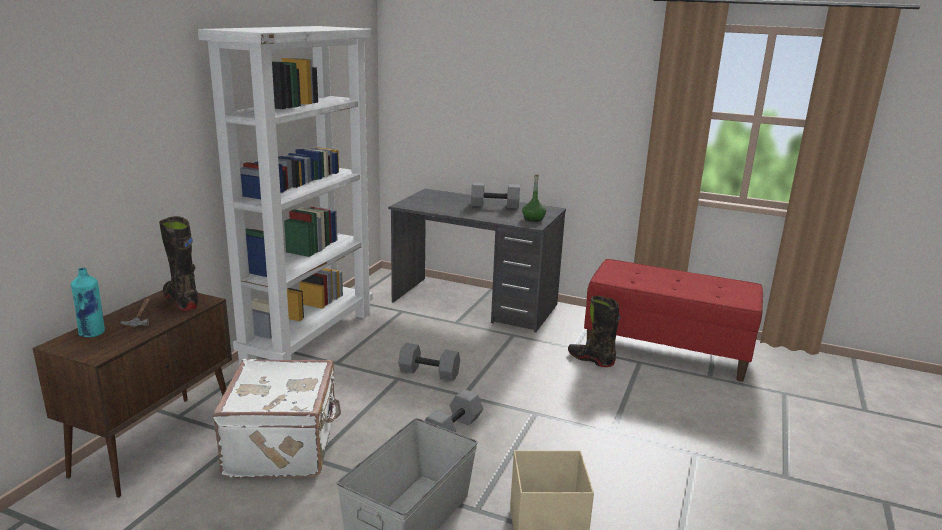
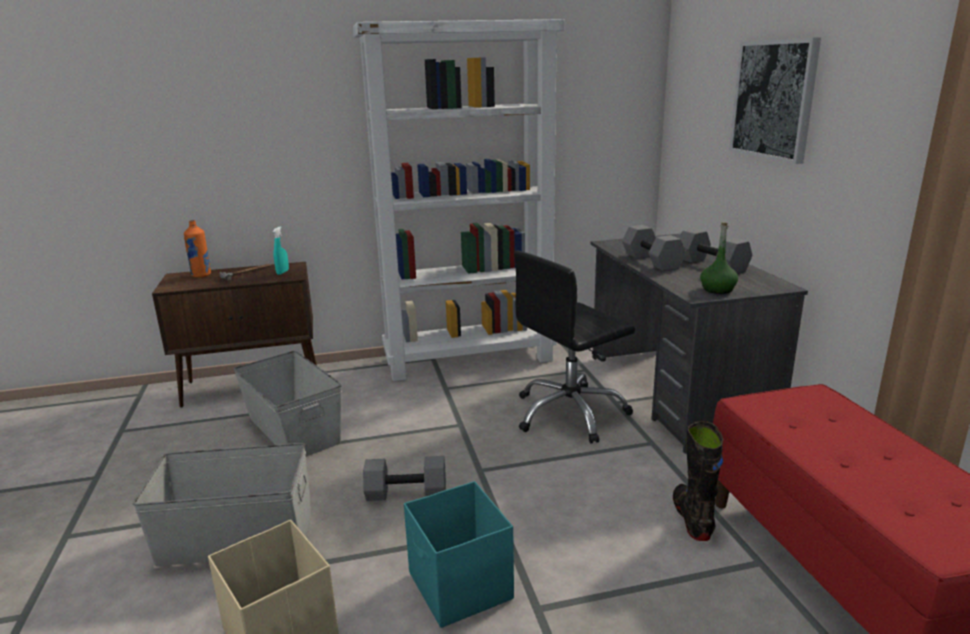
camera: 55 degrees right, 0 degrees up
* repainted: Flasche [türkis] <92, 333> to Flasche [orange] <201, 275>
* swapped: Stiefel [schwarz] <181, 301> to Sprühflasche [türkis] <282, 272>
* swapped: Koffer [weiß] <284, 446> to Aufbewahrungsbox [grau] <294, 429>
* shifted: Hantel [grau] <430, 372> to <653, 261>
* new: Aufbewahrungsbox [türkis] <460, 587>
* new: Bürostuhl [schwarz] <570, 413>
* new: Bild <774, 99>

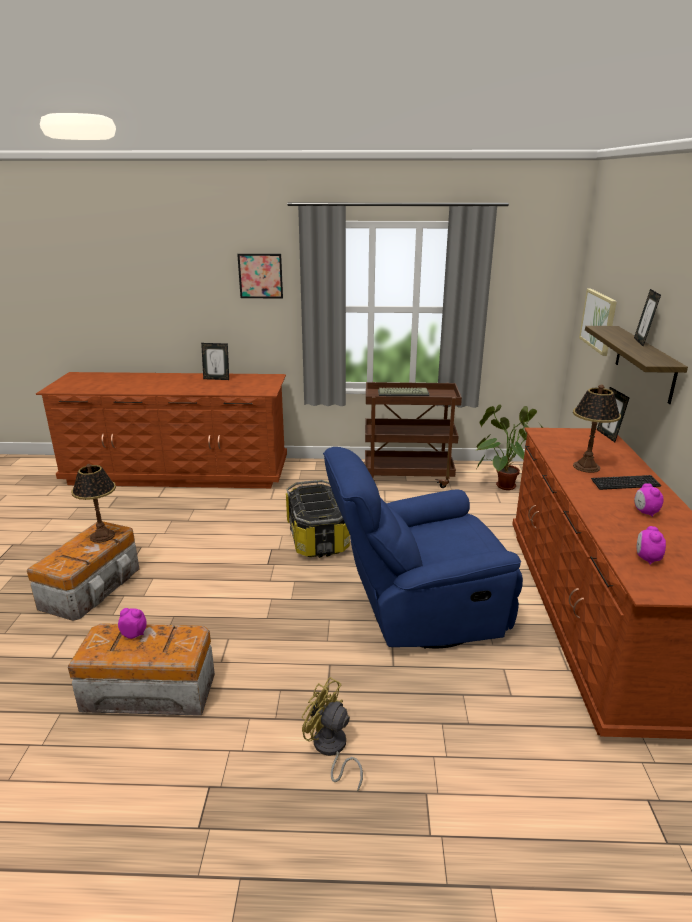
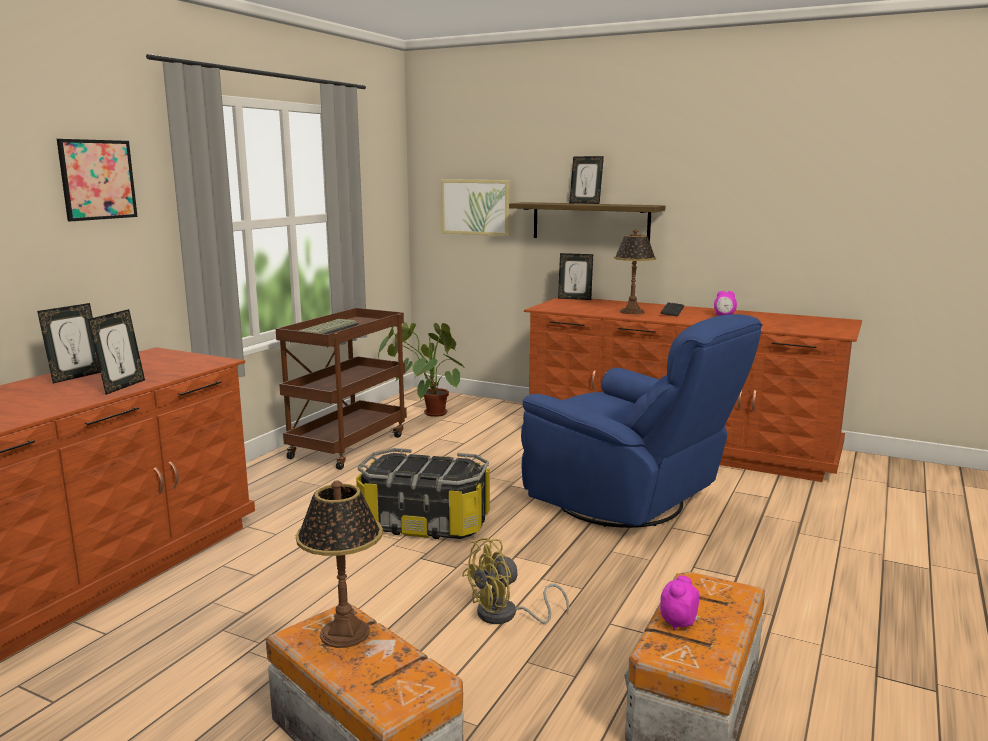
camera: 65 degrees left, 10 degrees down
* shifted: Ventilator [gelb] <330, 749> to <506, 615>
* rotated: Sessel [blau] <417, 612> = <628, 504> 60 degrees counterclockwise
* gone: Wecker <647, 558>
* new: Bilderrahmen <122, 387>

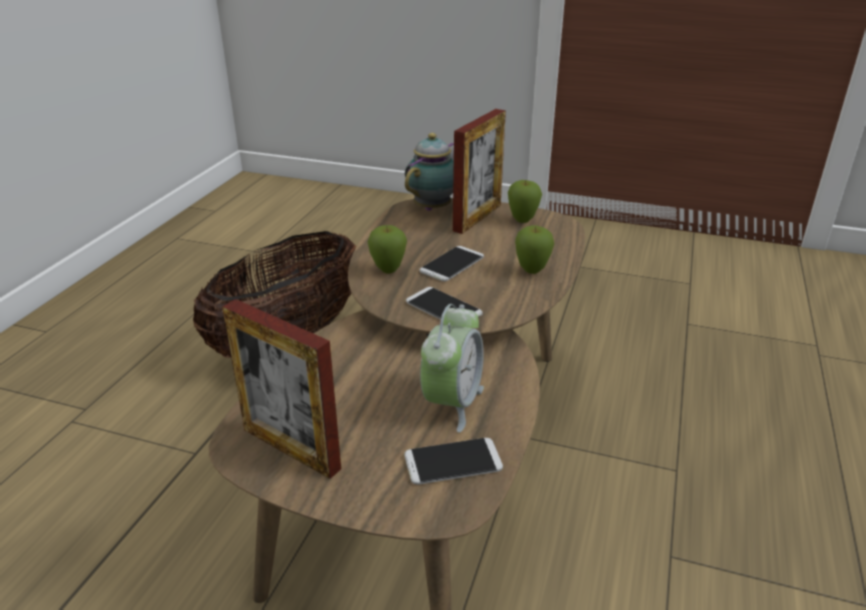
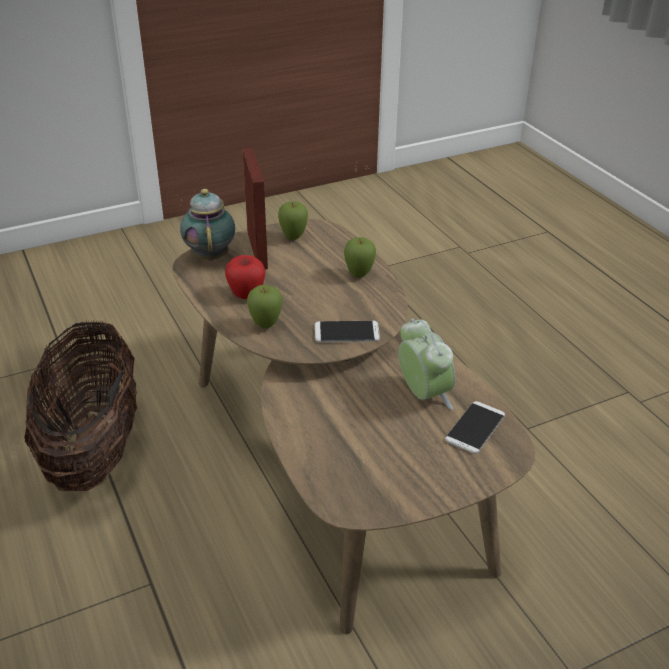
camera: 45 degrees left, 5 degrees up
* gone: Bilderrahmen <291, 449>
* gone: Handy <452, 264>
* new: Apfel <246, 295>

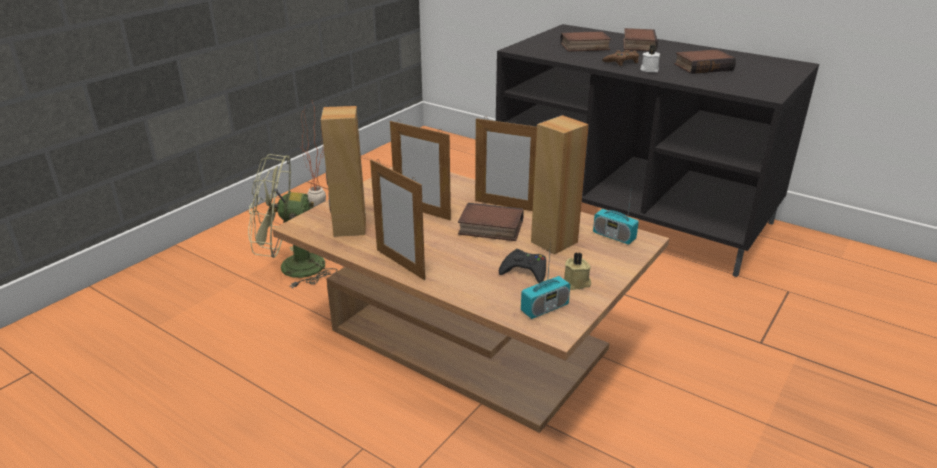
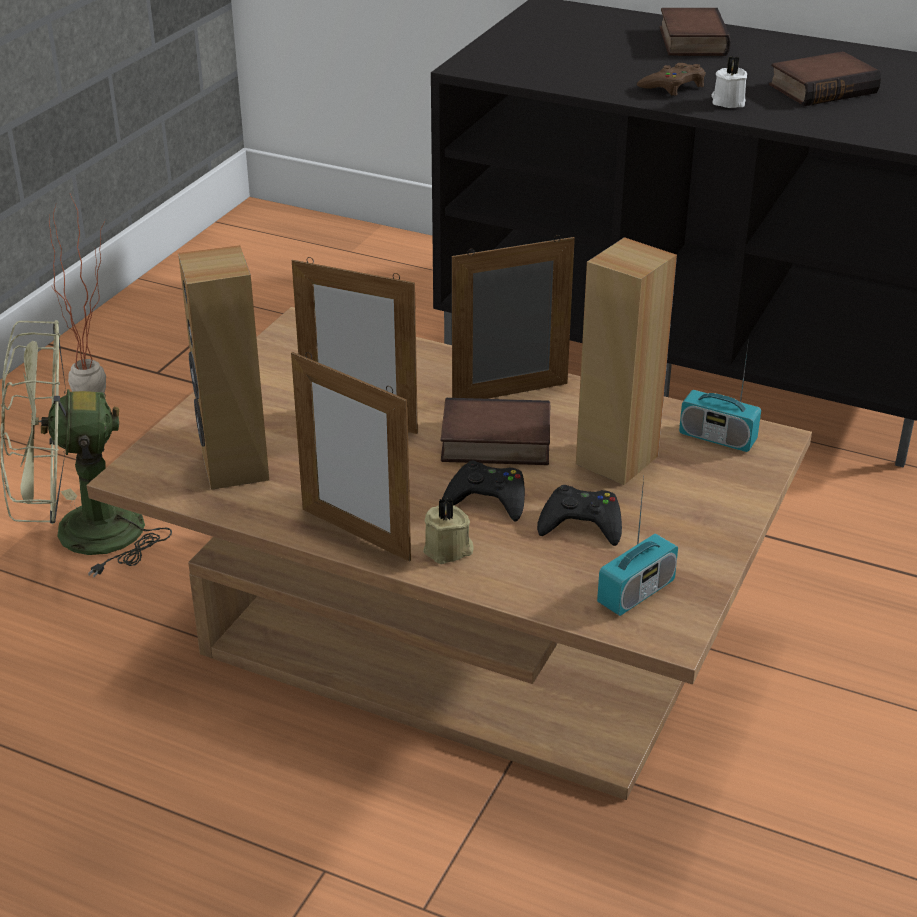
camera: 10 degrees left, 5 degrees up
* rotated: Bilderrahmen <506, 206> = <510, 393> 150 degrees clockwise
* gone: Buch <584, 47>
* shifted: Kerze [beige] <577, 283> to <449, 550>
* new: Gamepad [schwarz] <487, 499>

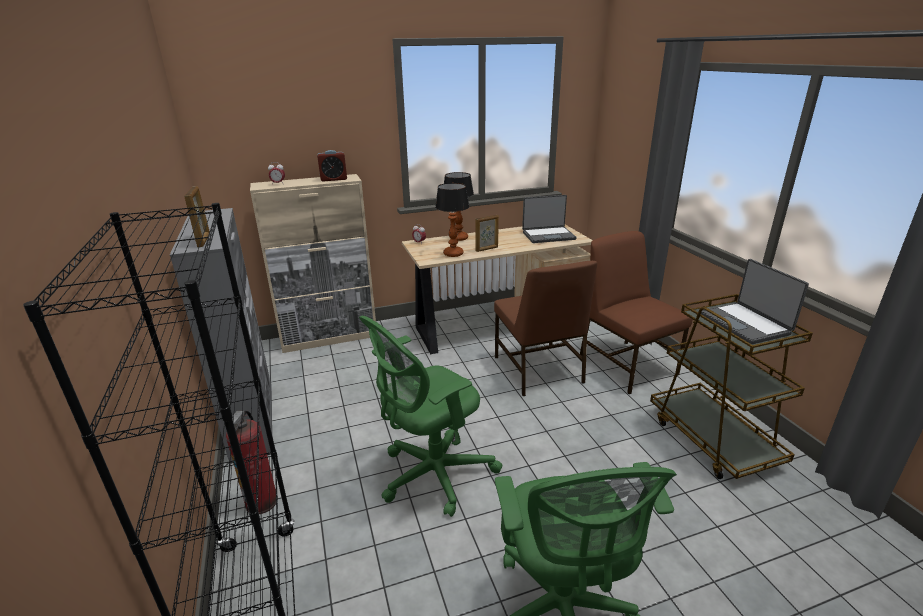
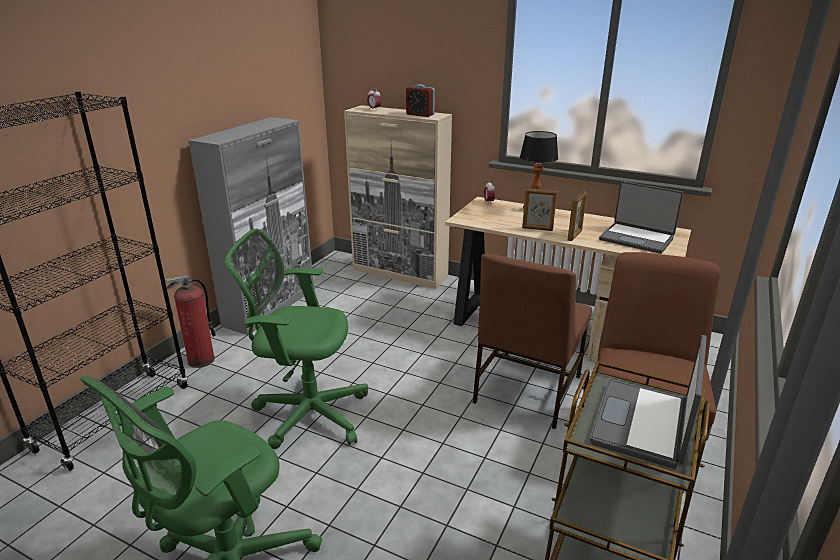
camera: 45 degrees right, 0 degrees up
* shifted: Bilderrahmen <204, 241> to <575, 235>
* gone: Tischlampe <453, 253>

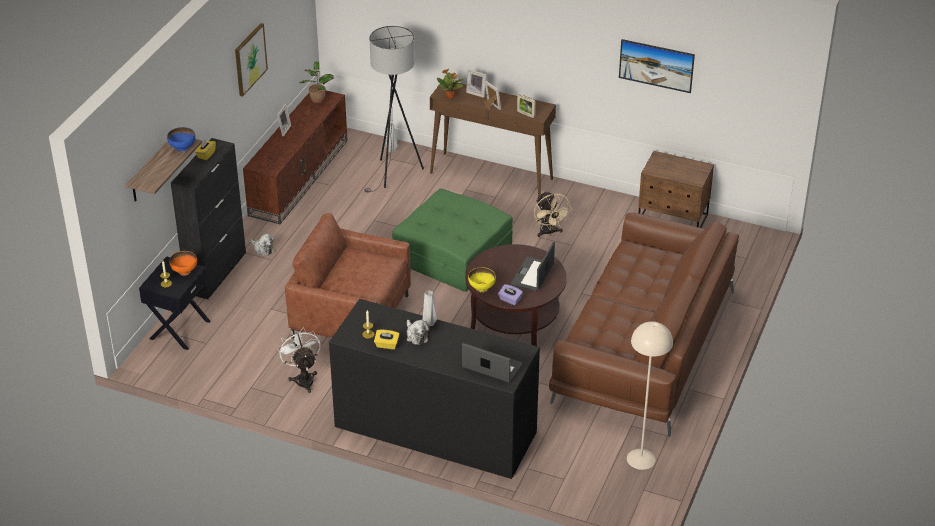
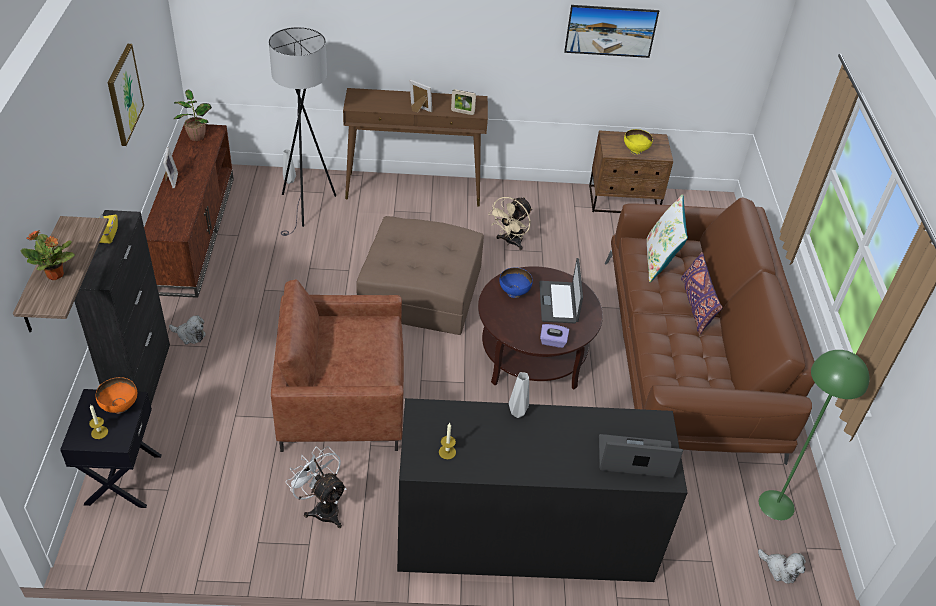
camera: 25 degrees left, 5 degrees up
* shifted: Schüssel [blau] <182, 148> to <514, 293>
* gone: Taschentuchbox [gelb] <386, 345>
* repainted: Polsterhocker [grün] <453, 253> to Polsterhocker [braun] <421, 290>
* shifted: Plüschtier <416, 336> to <780, 569>
* shifted: Topfpflanze <450, 96> to <55, 275>
* gone: Bilderrahmen <477, 93>
* shifted: Schüssel [gelb] <481, 288> to <635, 151>
* rotated: Ventilator [beige] <549, 232> = <510, 242> 75 degrees clockwise
* repainted: Stehlampe [beige] <641, 459> to Stehlampe [grün] <776, 505>
* new: Kissen [weiß] <660, 261>
* new: Kissen [lila] <696, 305>

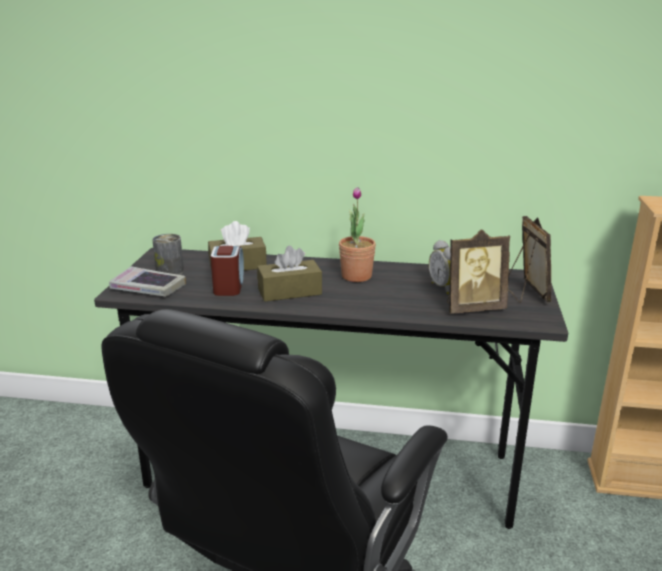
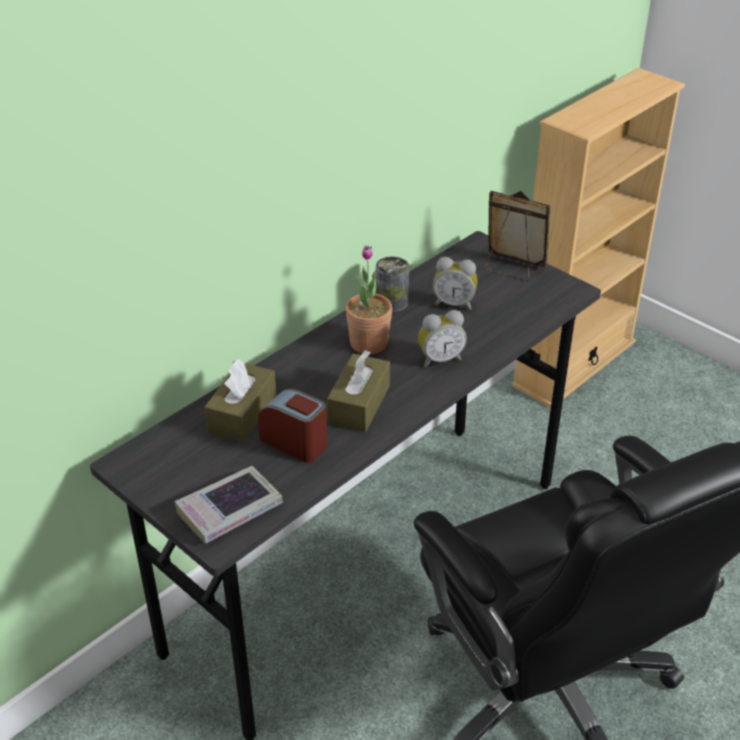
camera: 55 degrees left, 15 degrees up
* shifted: Dose <170, 272> to <392, 302>
* gone: Bilderrahmen <473, 308>
* new: Wecker <440, 359>

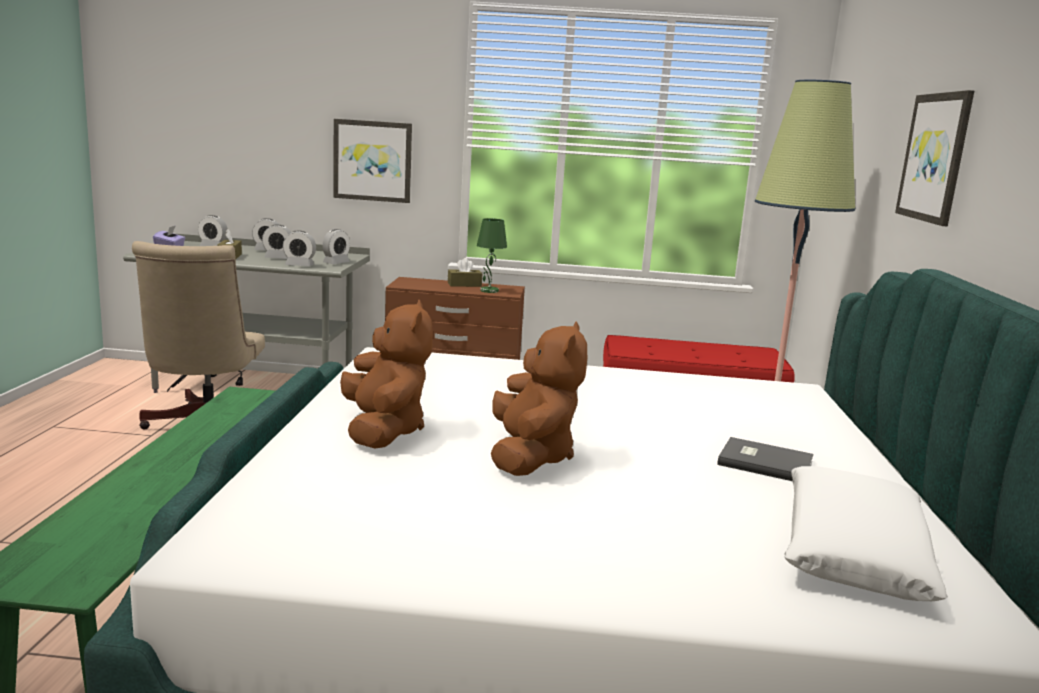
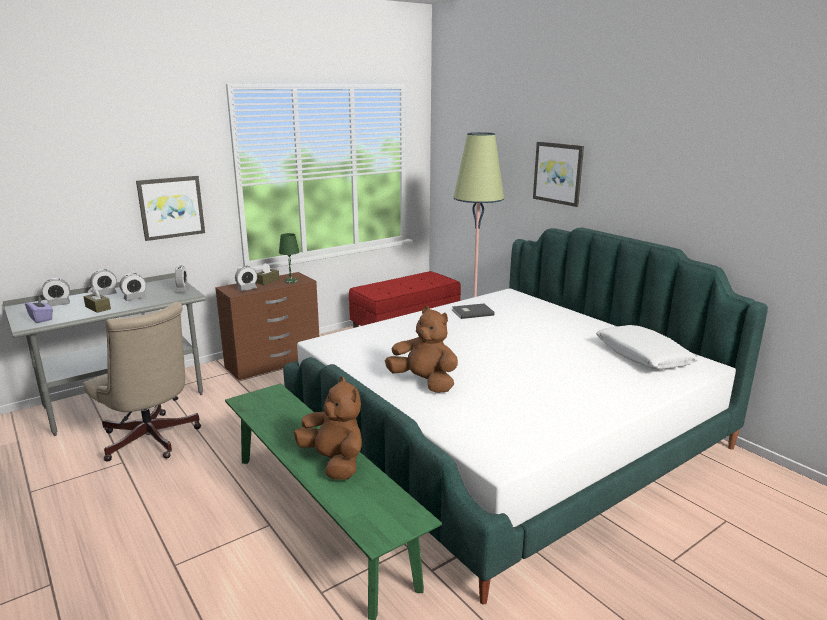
camera: 40 degrees left, 5 degrees up
* shifted: Wecker <299, 265> to <247, 289>
* shifted: Plüschtier [braun] <530, 457> to <334, 462>
* shifted: Buch [grau] <764, 462> to <471, 312>

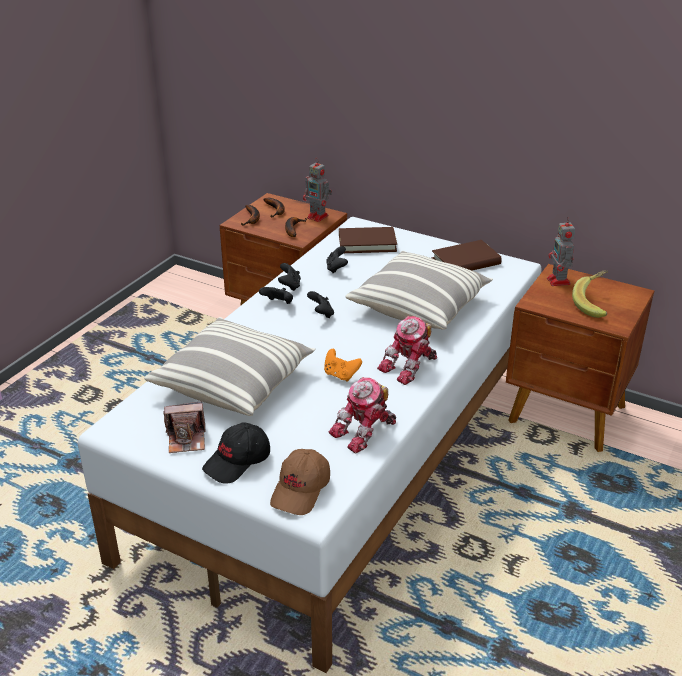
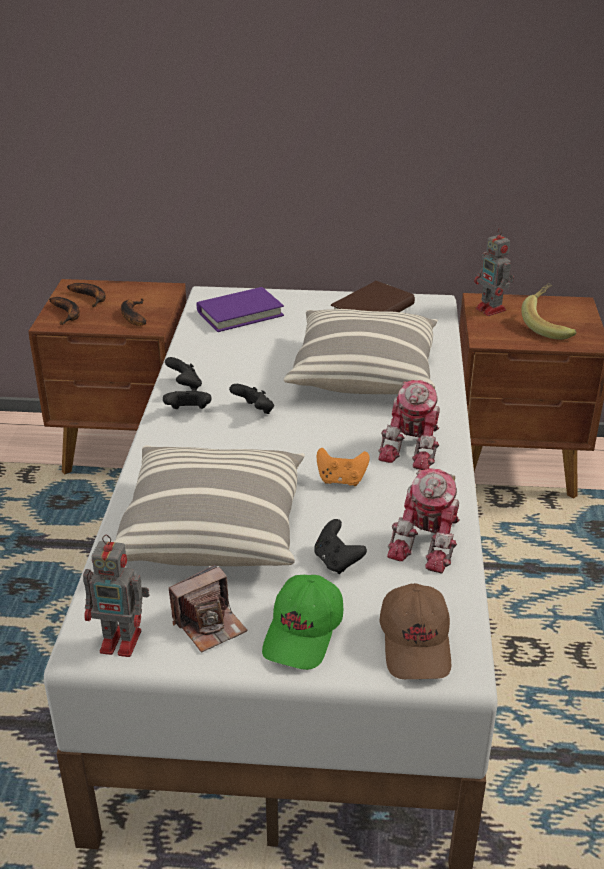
camera: 25 degrees left, 0 degrees up
* repainted: Kappe [schwarz] <238, 462> to Kappe [grün] <304, 633>
* shifted: Spielzeugroboter <318, 217> to <123, 641>
* shifted: Gamepad [schwarz] <336, 268> to <337, 561>
* repainted: Buch [braun] <367, 243> to Buch [lila] <240, 313>

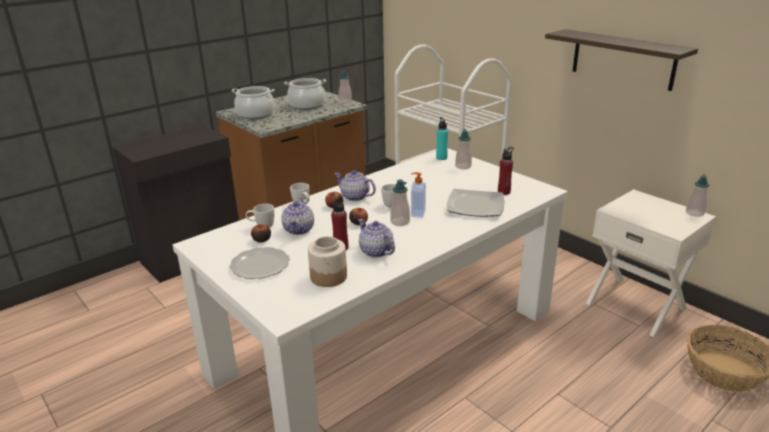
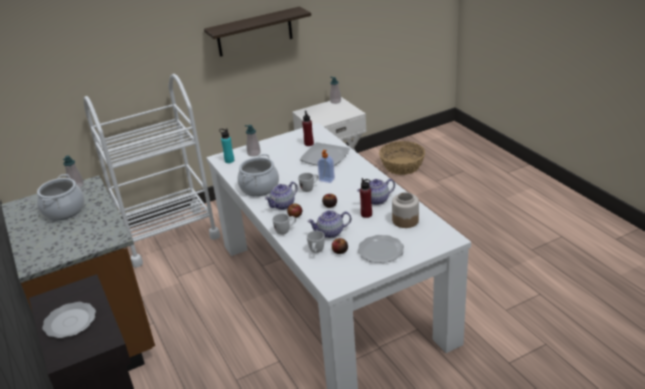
camera: 75 degrees left, 5 degrees up
* shifted: Kochtopf <255, 114> to <259, 187>
* rotated: Teekanne <299, 230> = <330, 233> 150 degrees clockwise
* gone: Seifenspender <400, 222>
* new: Teller <70, 322>

